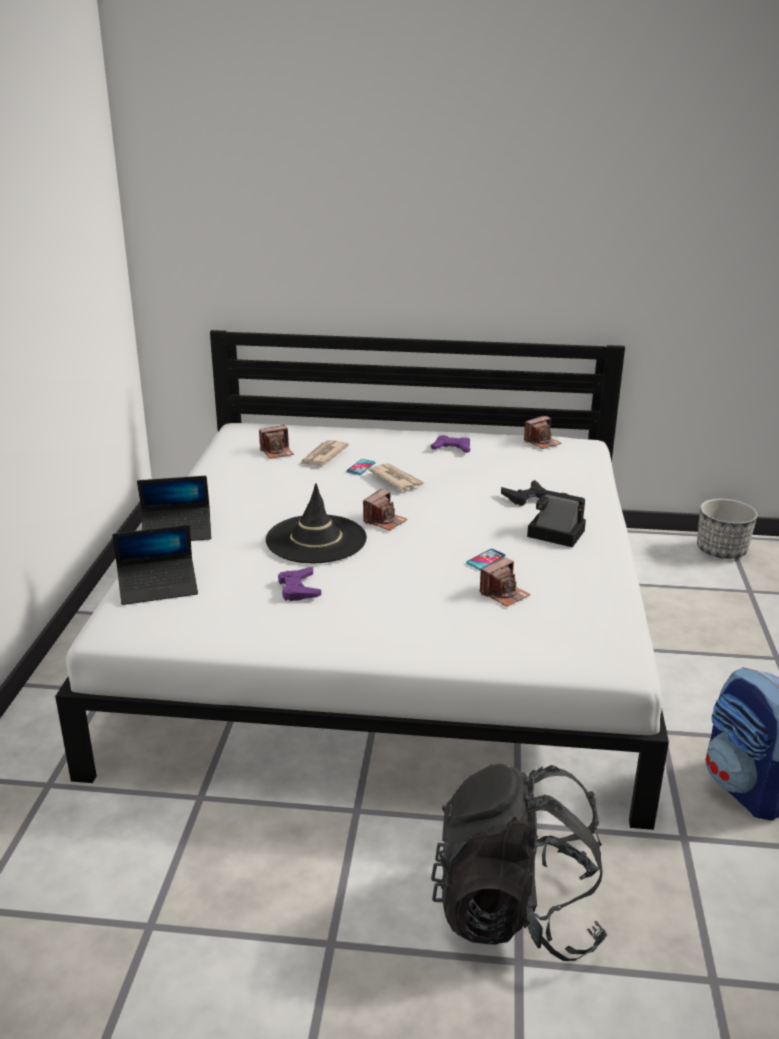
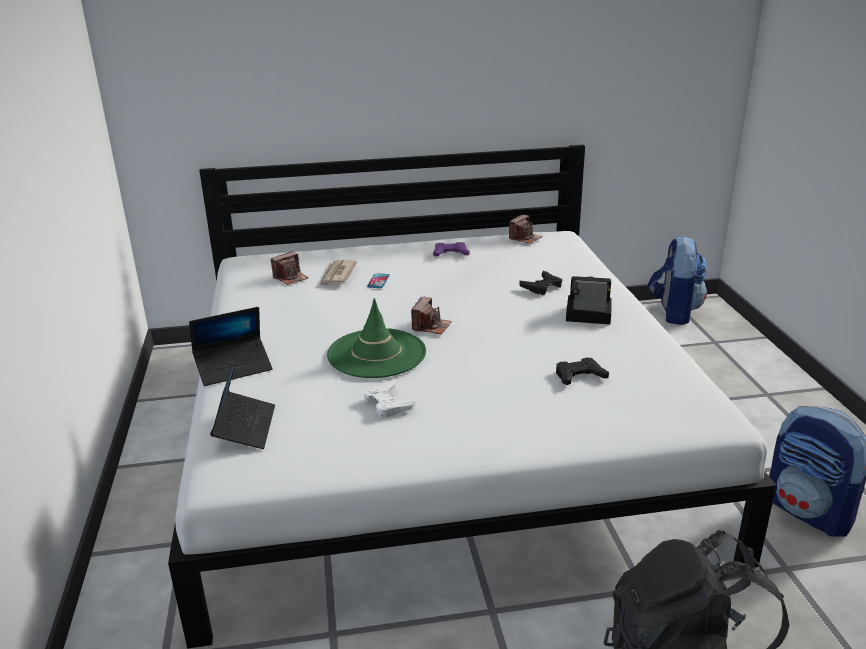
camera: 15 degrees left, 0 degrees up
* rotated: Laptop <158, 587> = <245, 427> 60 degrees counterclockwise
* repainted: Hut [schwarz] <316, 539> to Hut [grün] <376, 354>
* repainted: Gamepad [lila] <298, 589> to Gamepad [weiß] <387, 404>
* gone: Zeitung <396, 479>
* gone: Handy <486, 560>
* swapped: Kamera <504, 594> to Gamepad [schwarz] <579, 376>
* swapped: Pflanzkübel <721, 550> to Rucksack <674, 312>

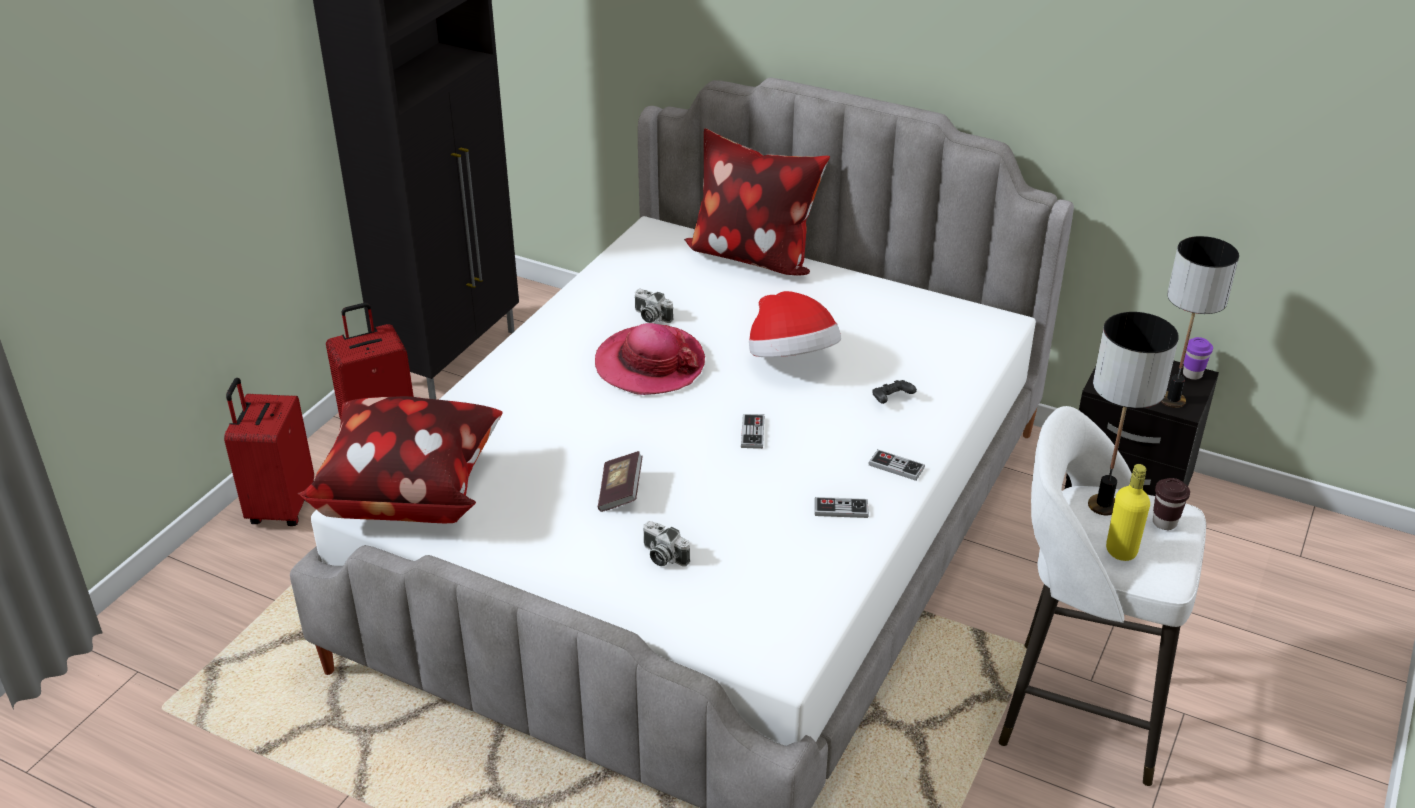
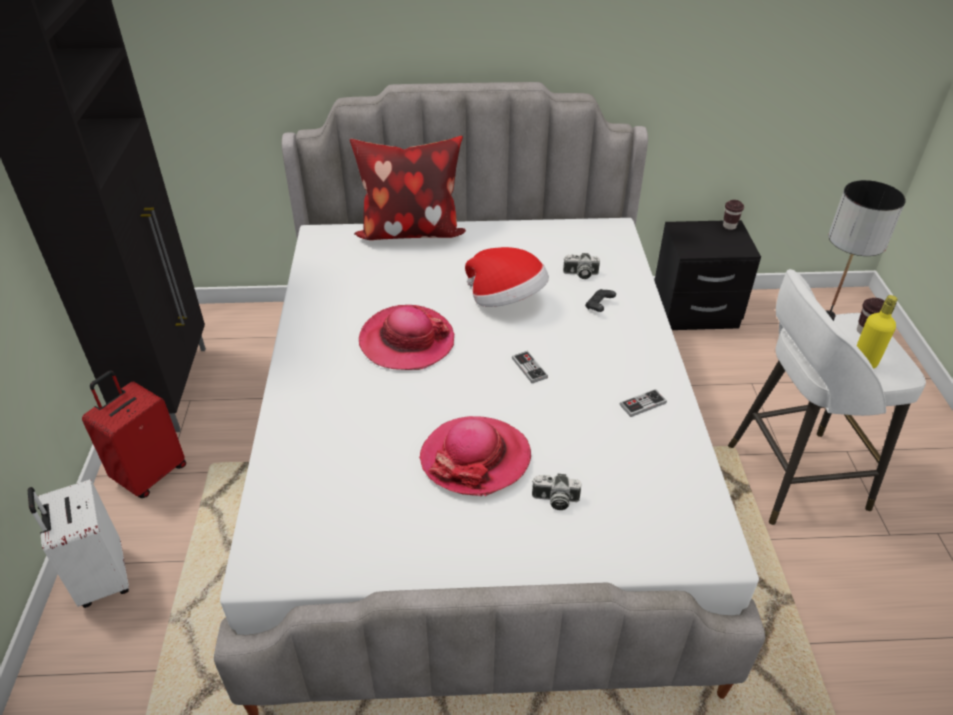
camera: 30 degrees left, 5 degrees up
* repainted: Koffer [rot] <280, 507> to Koffer [weiß] <101, 579>
* gone: Kissen <409, 492>
* swapped: Buch <620, 492> to Hut <475, 458>
* shifted: Kamera <651, 317> to <580, 274>
* gone: Gamepad <896, 466>
* gone: Tischlampe <1172, 401>
* repainted: Tasse [lila] <1192, 374> to Tasse [braun] <729, 226>

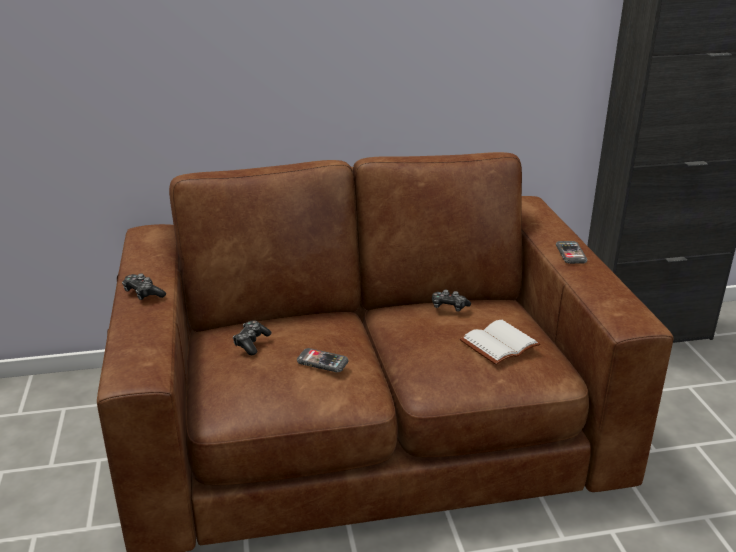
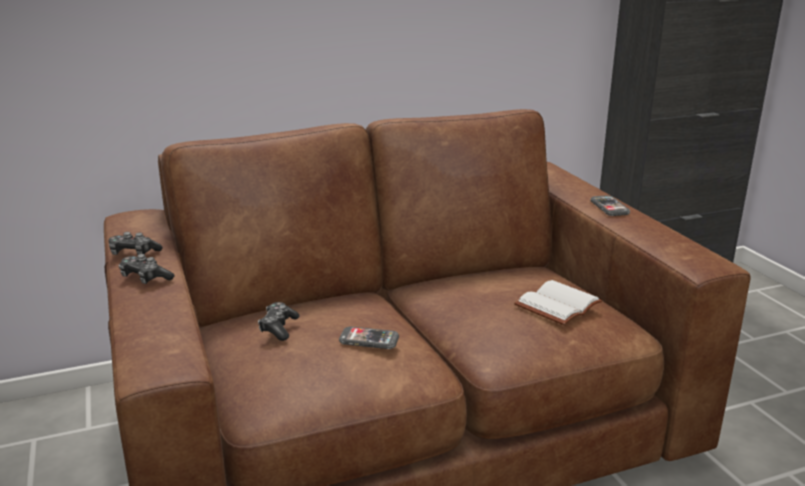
camera: 10 degrees left, 5 degrees down
* shifted: Gamepad <449, 307> to <133, 253>

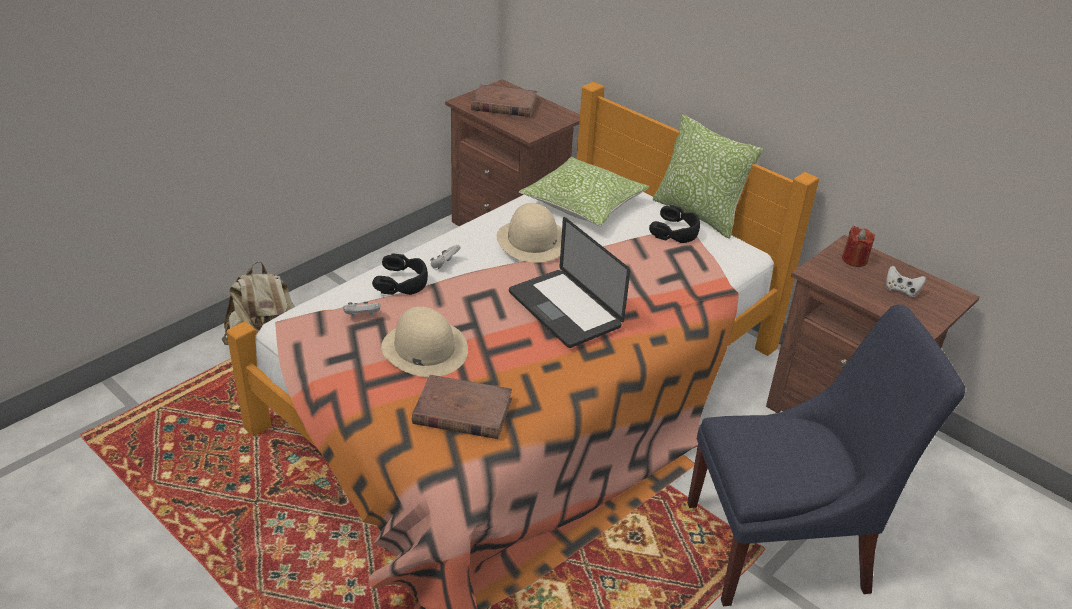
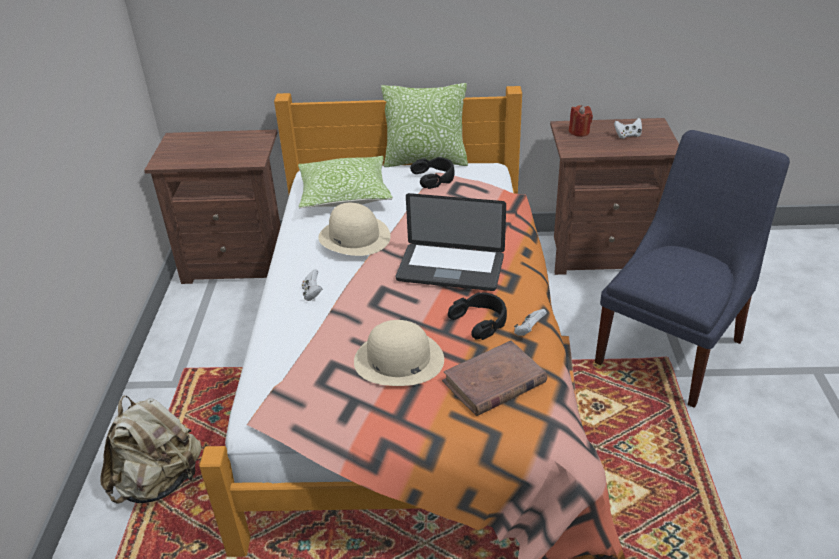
camera: 40 degrees left, 0 degrees up
* shifted: Gamepad [weiß] <362, 316> to <528, 331>
* shifted: Kopfhörer [schwarz] <402, 281> to <480, 321>
* gone: Buch [braun] <503, 105>

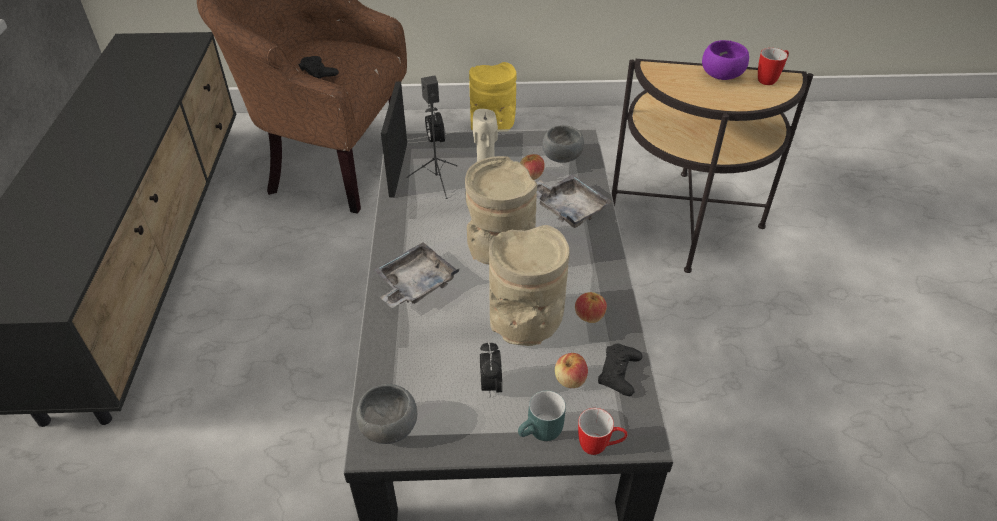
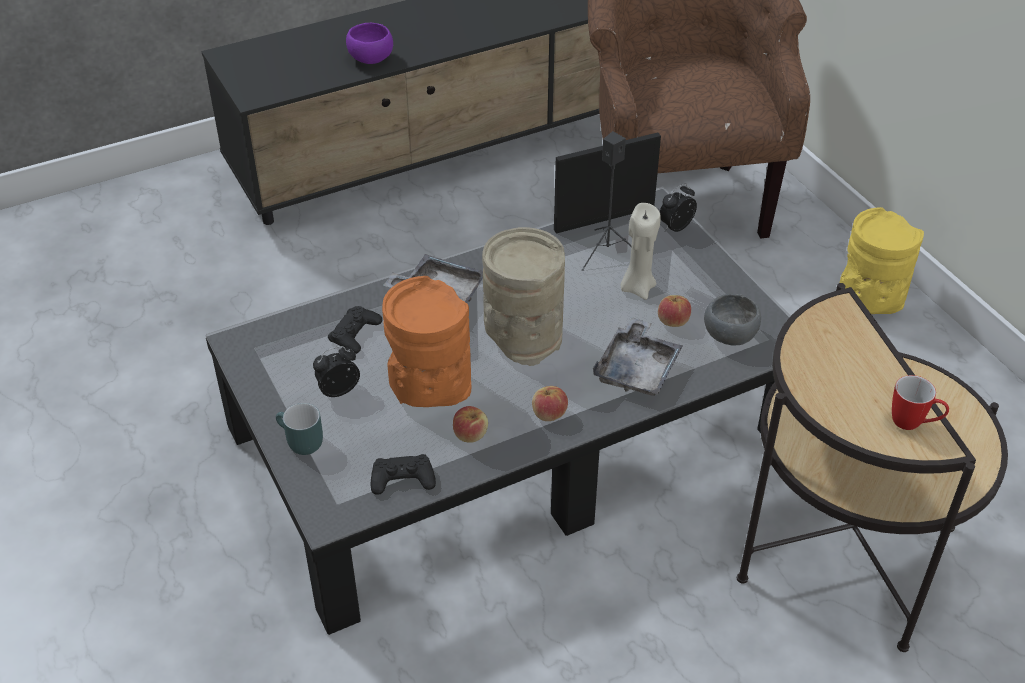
camera: 65 degrees right, 0 degrees up
* shifted: Gamepad [schwarz] <318, 72> to <355, 334>
* gone: Schüssel [grau] <388, 426>
* repainted: Vase [beige] <525, 325> to Vase [orange] <429, 390>
* shifted: Apfel <570, 380> to <549, 414>
* gone: Henkelbecher <599, 446>
* shifted: Schüssel [lila] <722, 76> to <370, 60>

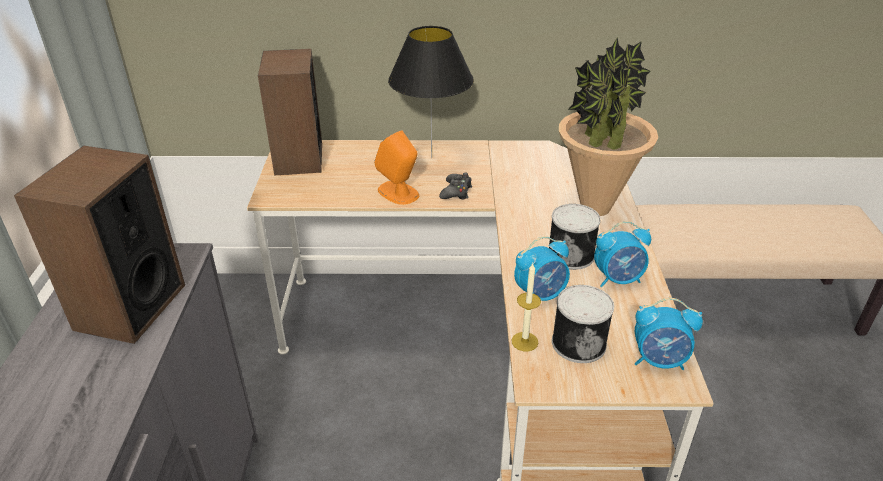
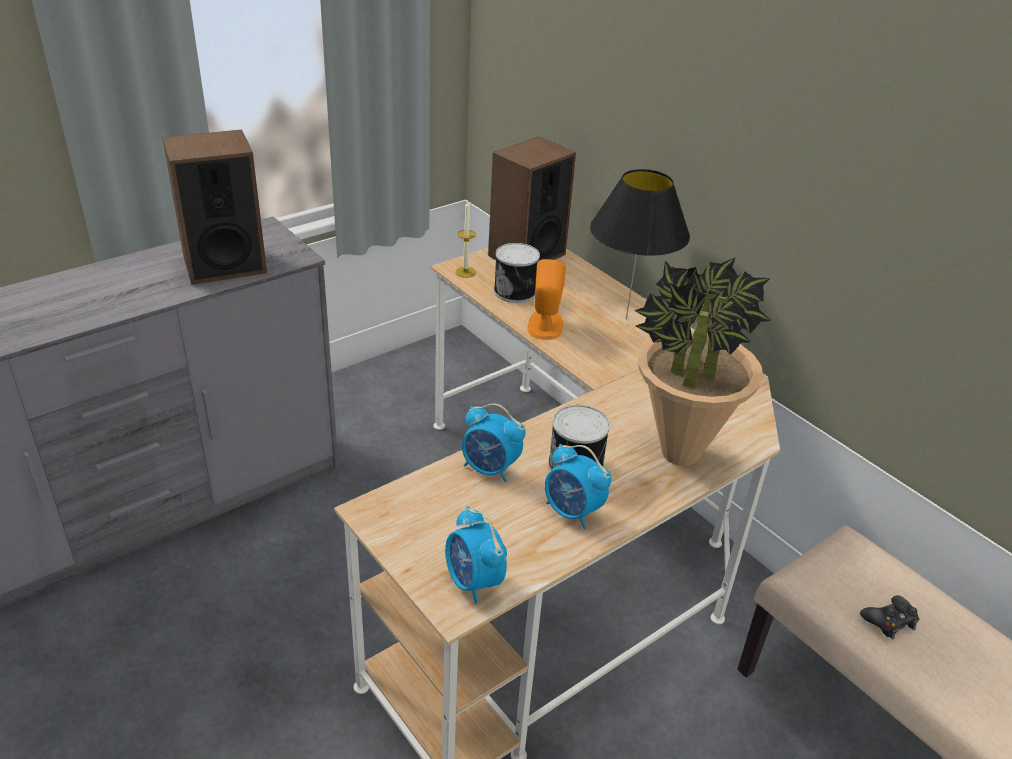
camera: 50 degrees right, 0 degrees up
* shifted: Gamepad [schwarz] <456, 192> to <889, 621>
* shifted: Kerze <524, 341> to <465, 272>
* shifted: Dose <578, 342> to <516, 291>

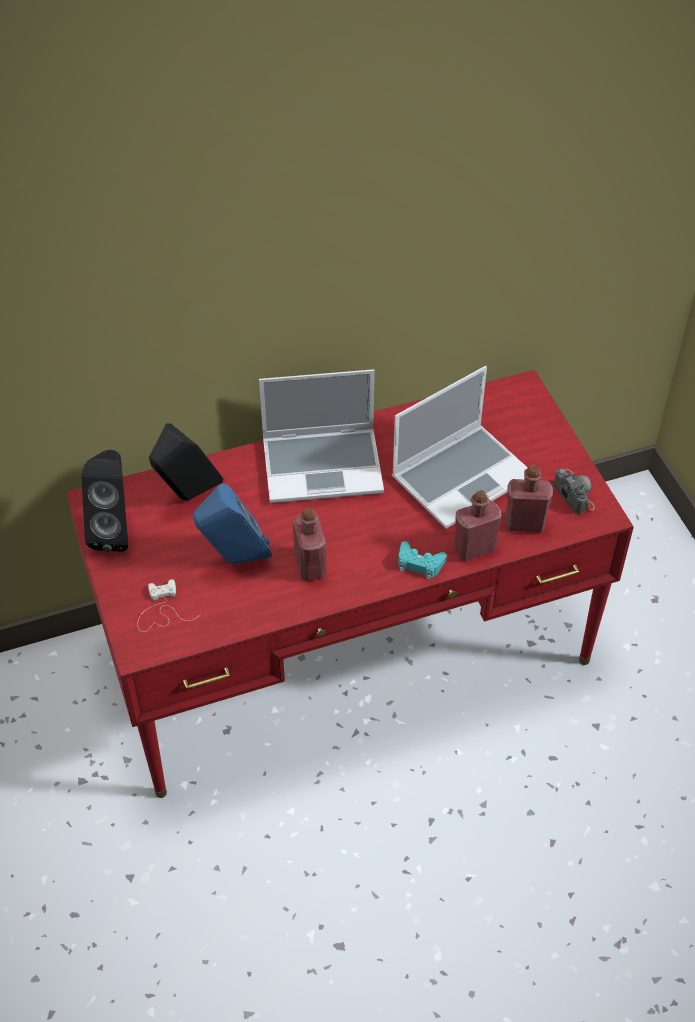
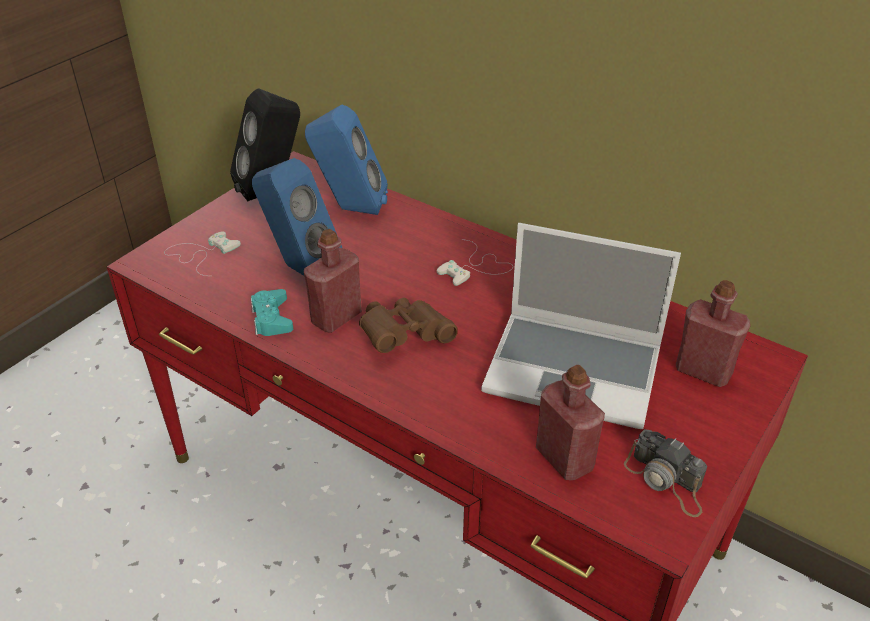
camera: 55 degrees right, 10 degrees down
* repainted: Lautsprecher [schwarz] <187, 496> to Lautsprecher [blau] <349, 209>
* swapped: Laptop <324, 465> to Gamepad [weiß] <475, 268>
* shifted: Gamepad [türkis] <419, 564> to <272, 318>
* shifted: Flasche [rot] <474, 548> to <703, 371>
* rotated: Kamera <573, 491> = <666, 481> 105 degrees clockwise
* new: Fernglas [braun] <404, 337>

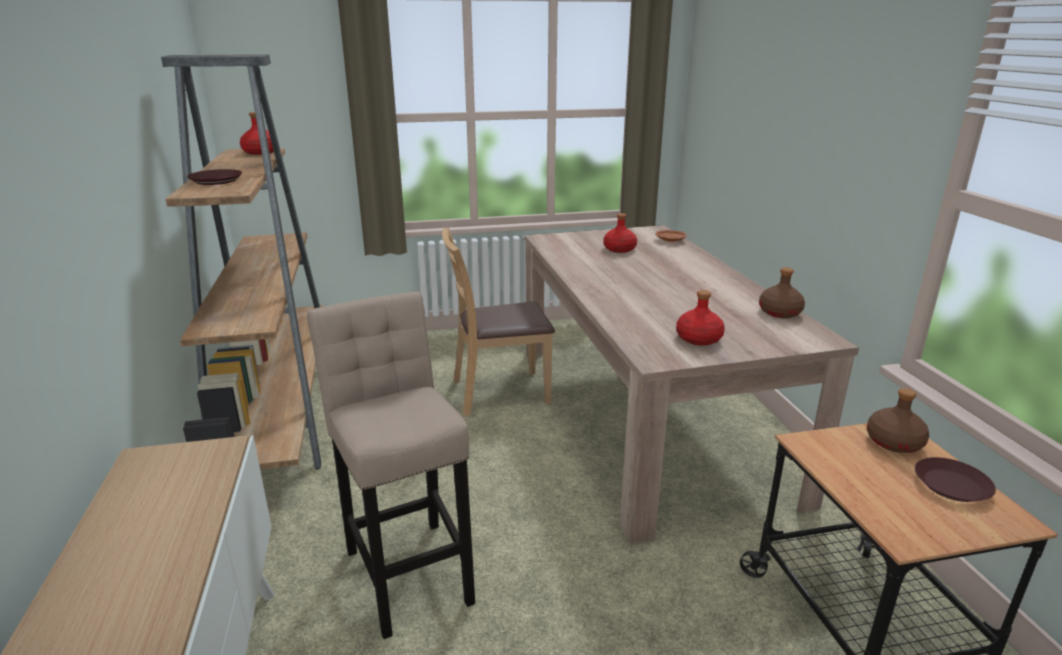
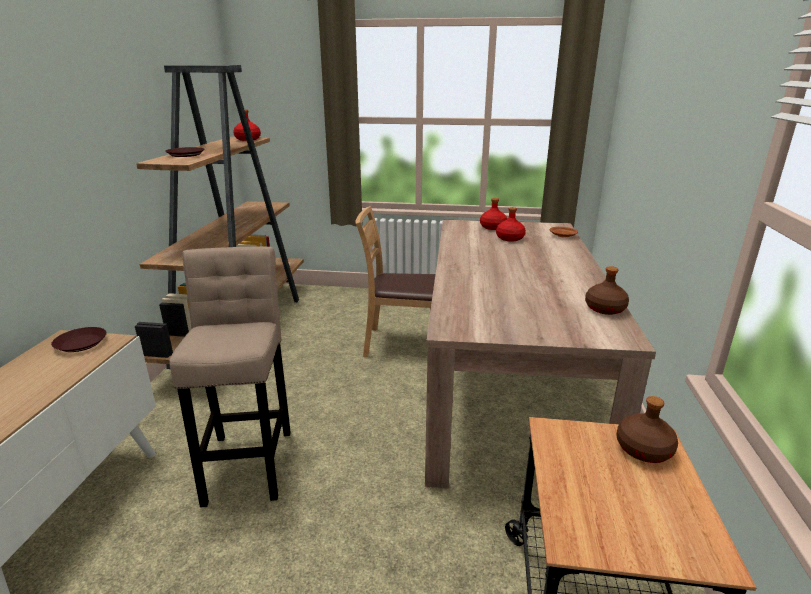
camera: 20 degrees right, 0 degrees up
* shifted: Flasche [rot] <699, 339> to <493, 227>
* shifted: Teller [braun] <950, 485> to <81, 343>

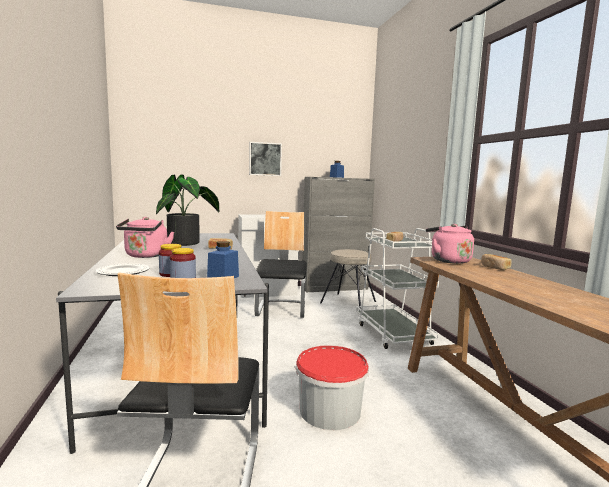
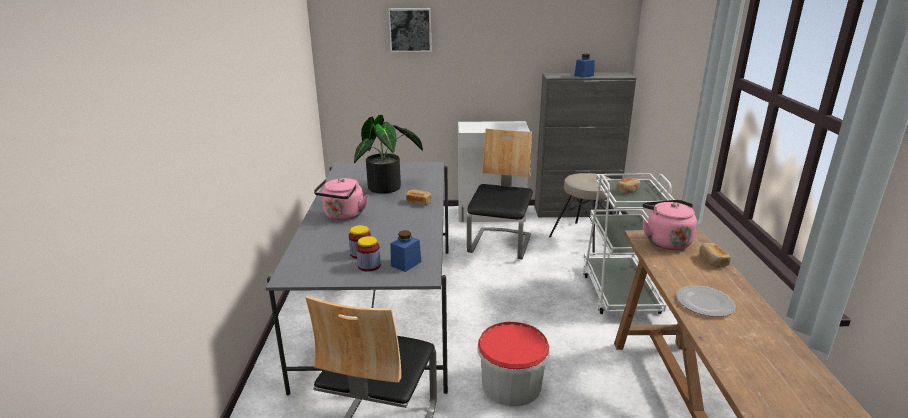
camera: 15 degrees right, 15 degrees up
* shifted: Teller <123, 271> to <704, 302>
* shifted: Bild <265, 159> to <410, 30>

